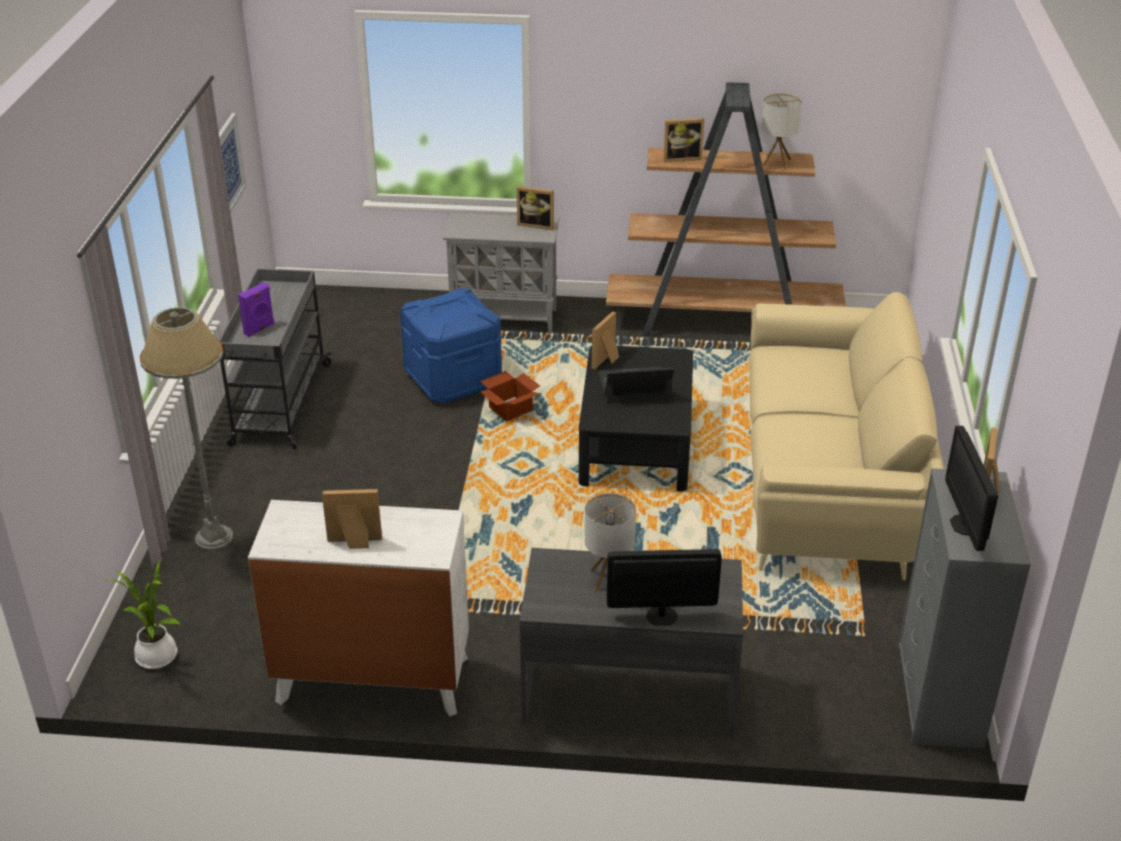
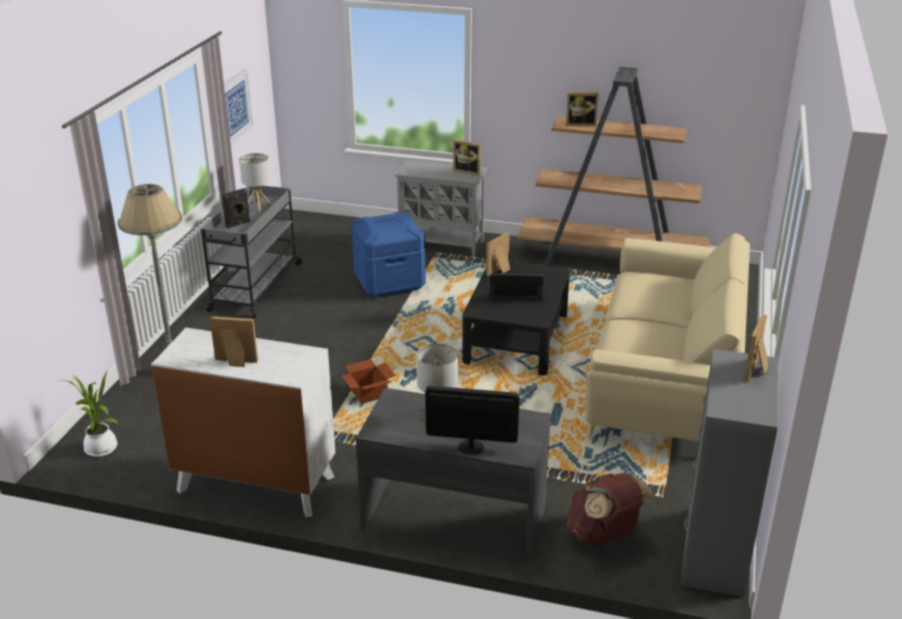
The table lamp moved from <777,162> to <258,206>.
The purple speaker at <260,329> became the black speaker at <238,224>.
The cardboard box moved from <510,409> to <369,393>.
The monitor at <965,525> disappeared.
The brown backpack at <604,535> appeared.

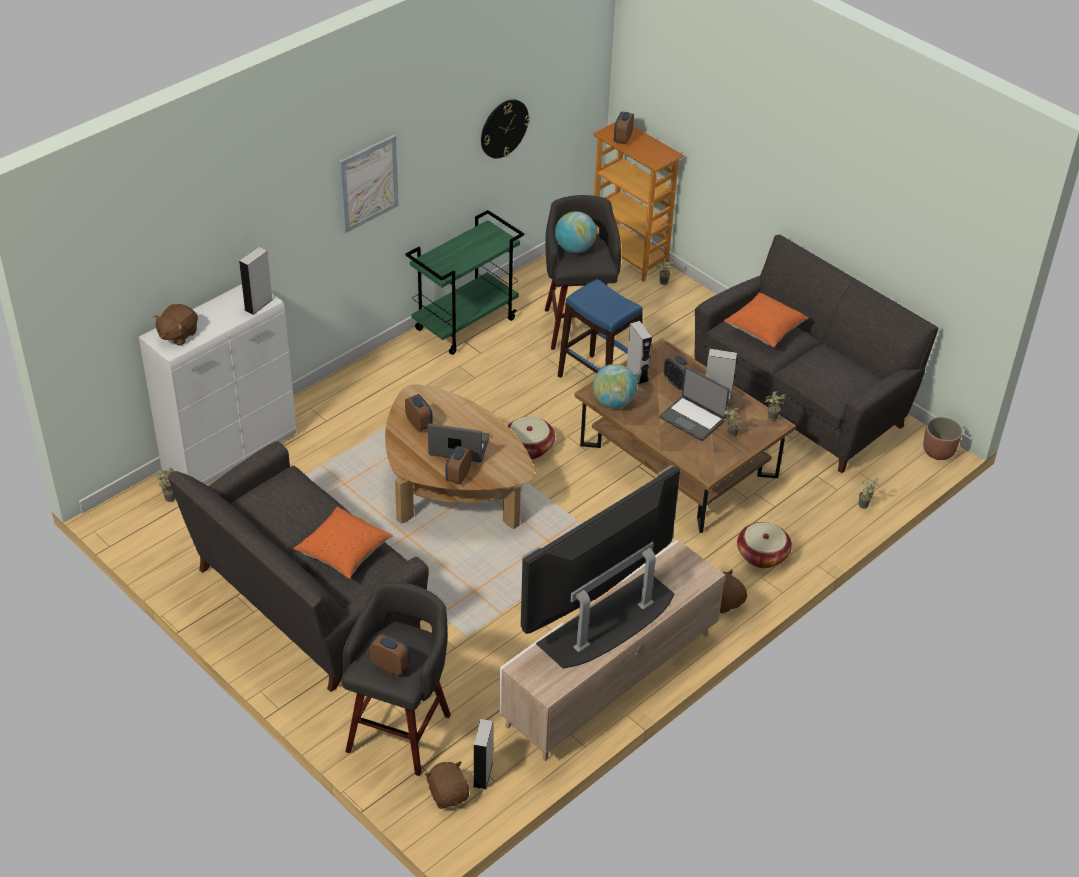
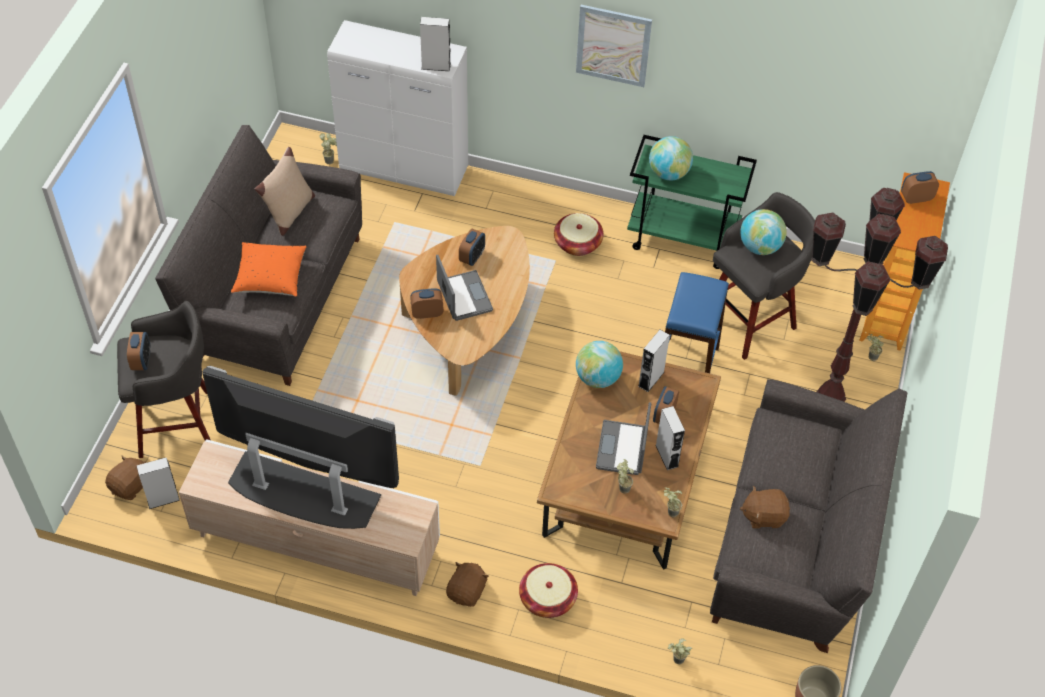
The wall clock at <504,128> disappeared.
The orange pillow at <764,330> disappeared.
The brown plush toy moved from <177,335> to <764,515>.
The basket moved from <529,447> to <577,243>.
The globe at <668,173> appeared.
The beige pillow at <289,213> appeared.
The brown floor lamp at <831,396> appeared.

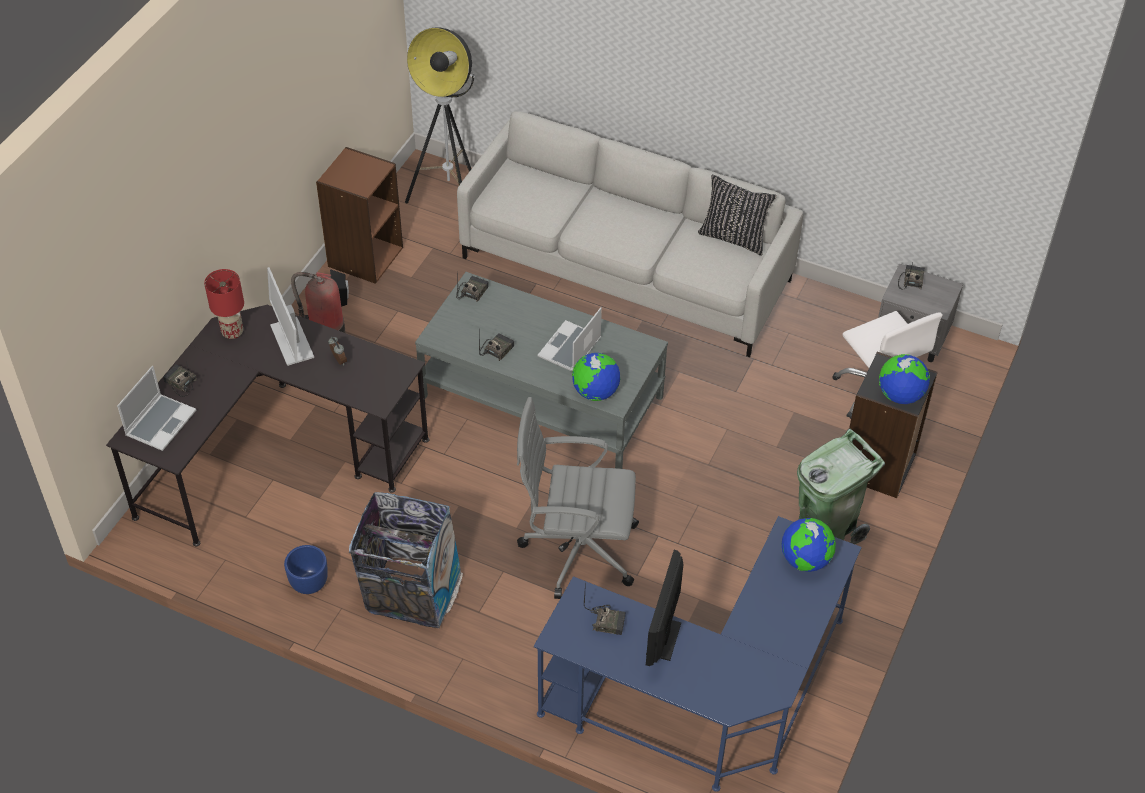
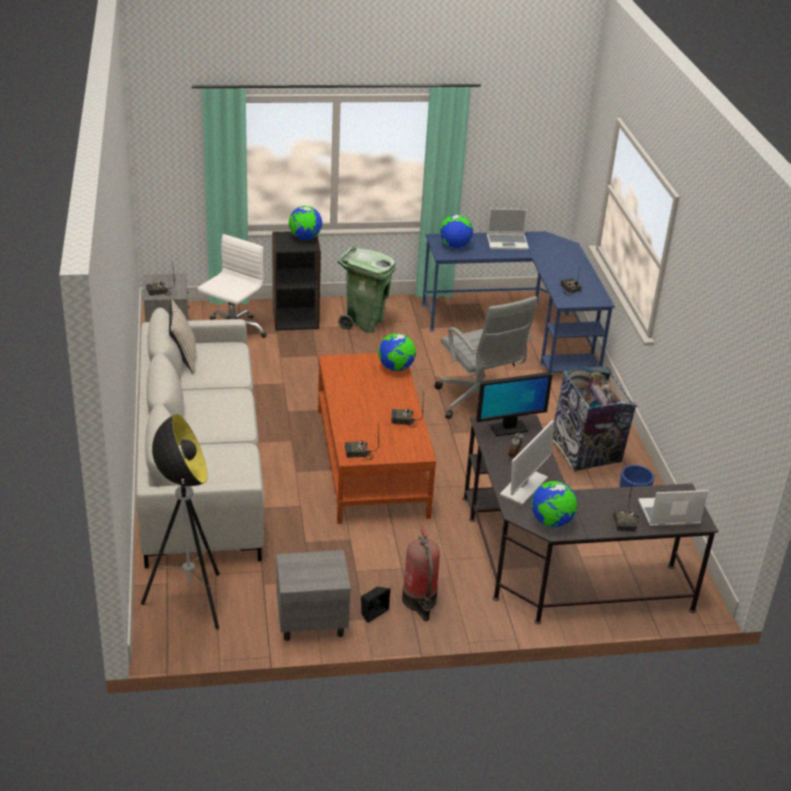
The brown bookcase at <364,256> was replaced by the grey nightstand at <310,622>.
The black pillow at <734,237> became the beige pillow at <183,358>.
The red table lamp at <232,332> was replaced by the globe at <551,522>.
The grey coffee table at <542,397> became the brown coffee table at <371,461>.
The laptop moved from <570,348> to <507,242>.
The monitor moved from <663,638> to <508,428>.

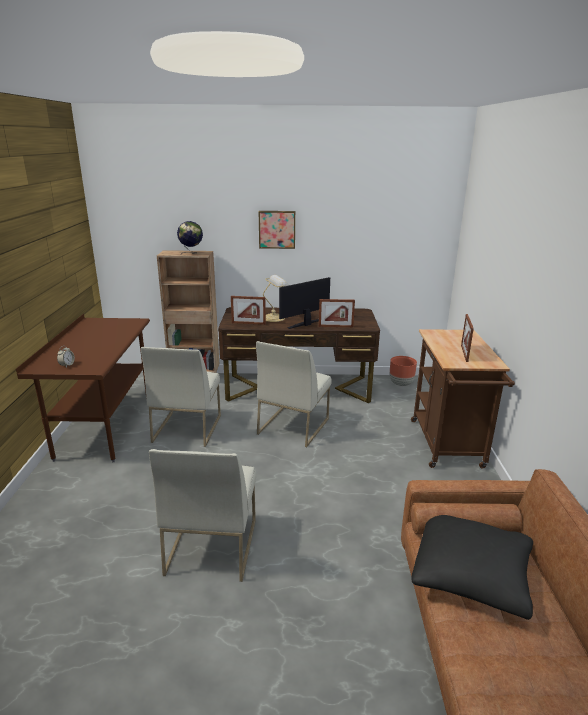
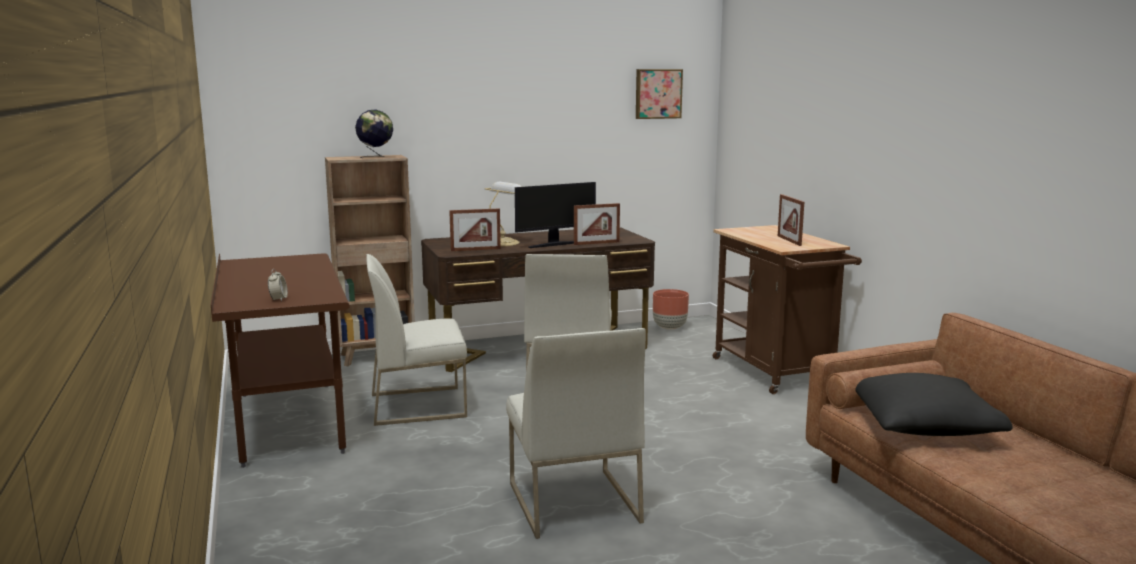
The picture moved from <277,229> to <657,94>.
The monitor at <306,324> turned 150 degrees counterclockwise.
The white chair at <187,428> turned 90 degrees clockwise.

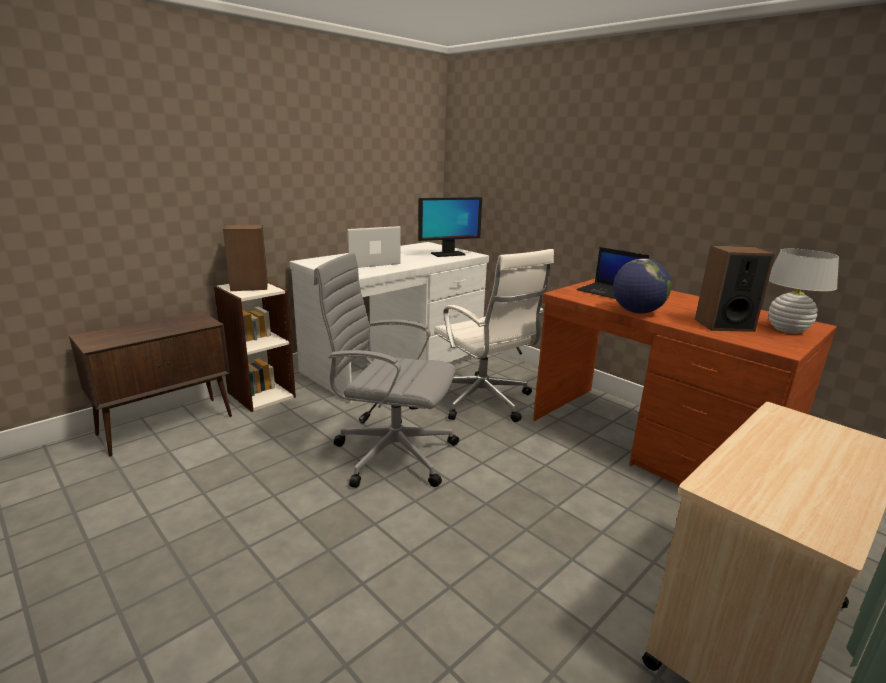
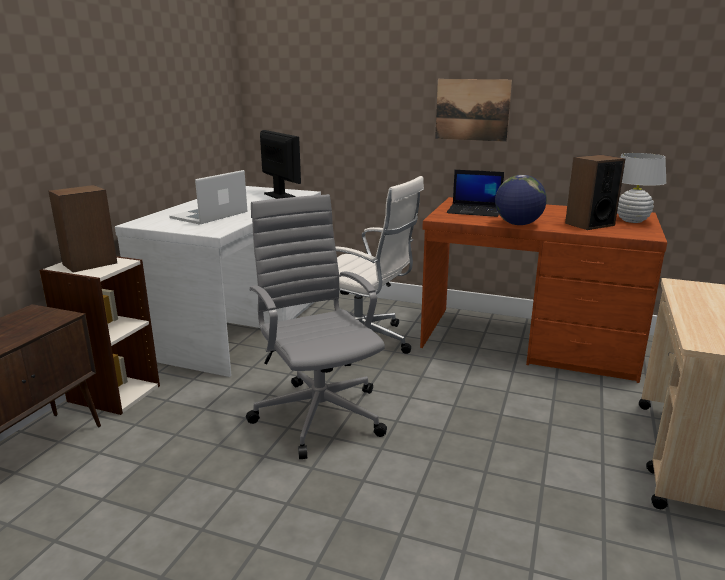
The monitor at <447,254> turned 75 degrees counterclockwise.
The grey office chair at <391,453> turned 75 degrees clockwise.
The picture at <472,110> appeared.

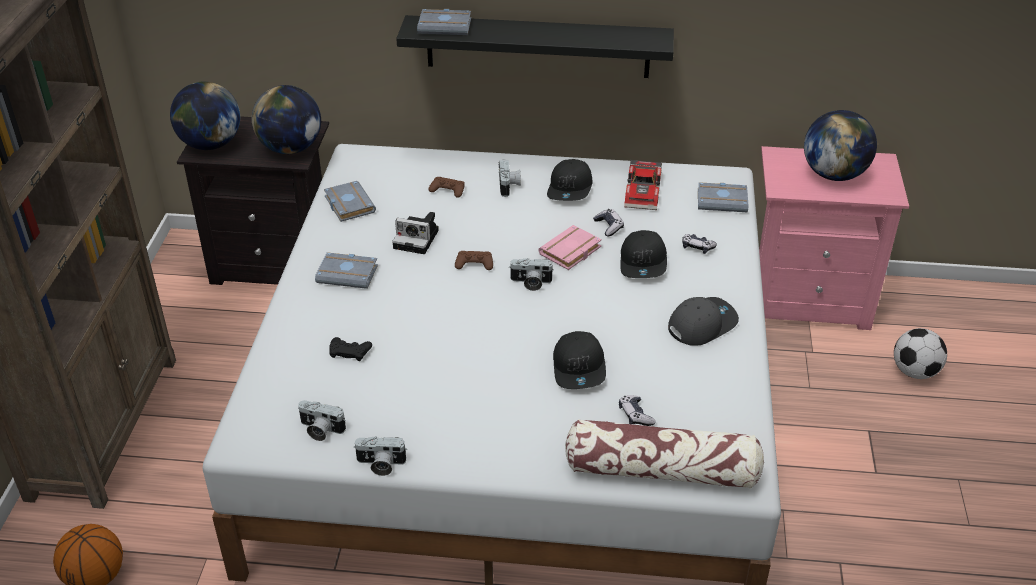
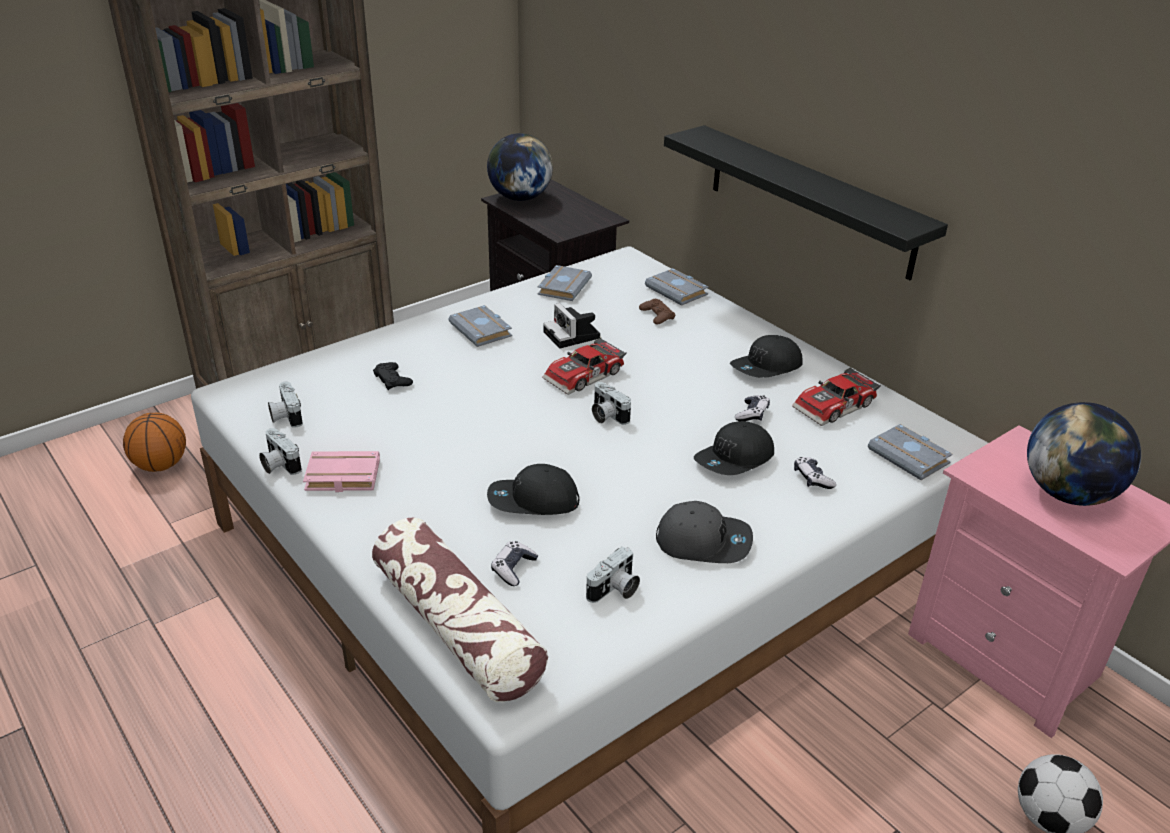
The grey book moved from <446,26> to <678,291>.
The globe at <291,148> disappeared.
The photo camera moved from <509,186> to <614,590>.
The pink book moved from <570,252> to <341,477>.
The brown game controller at <474,264> was replaced by the toy car at <586,376>.
The black cap at <579,368> turned 45 degrees clockwise.

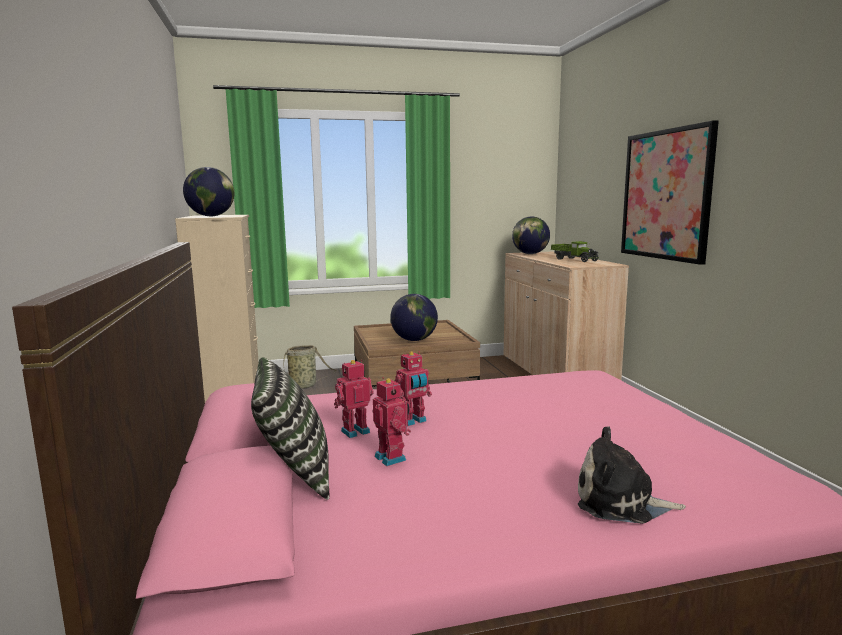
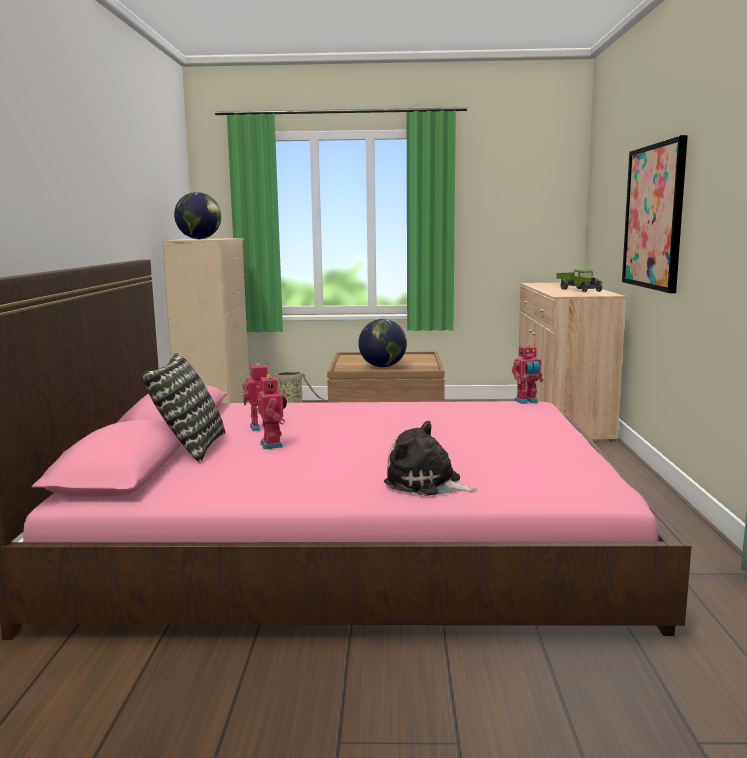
The globe at <530,254> disappeared.
The toy robot moved from <413,421> to <526,401>.

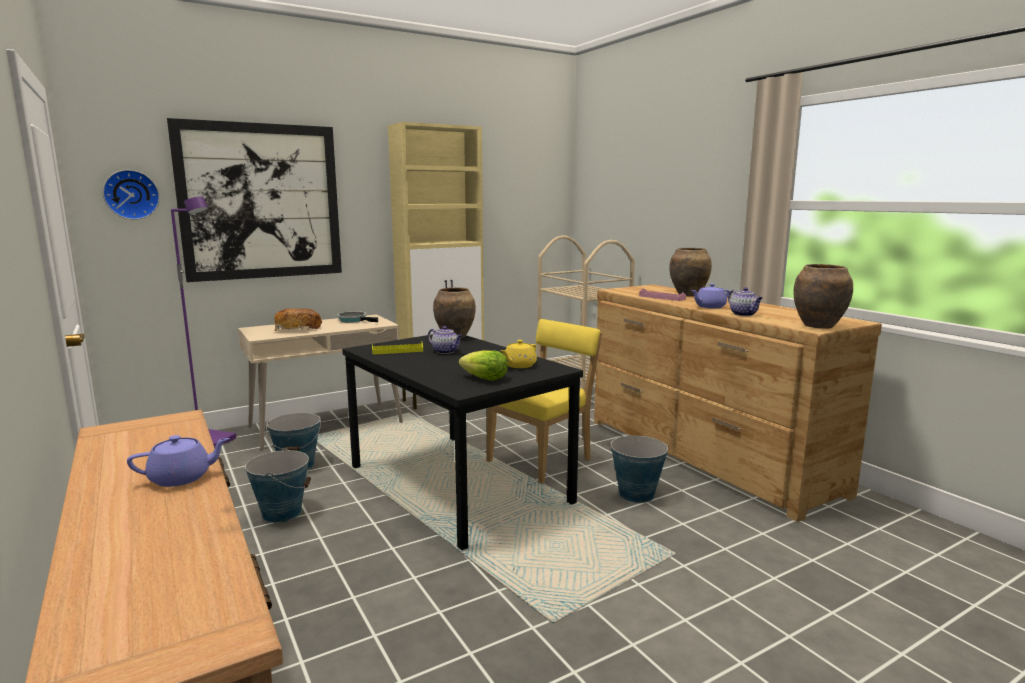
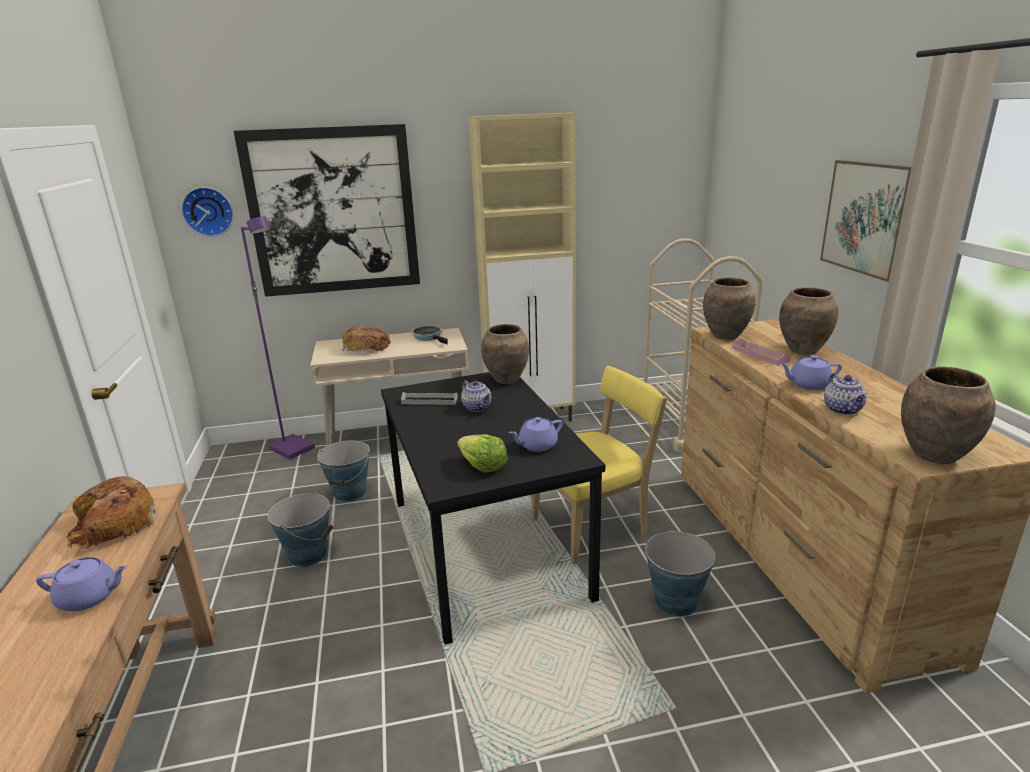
The yellow teapot at <519,366> became the purple teapot at <537,445>.
The yellow tray at <397,351> became the grey tray at <429,401>.
The picture at <867,218> appeared.
The brown vase at <726,336> appeared.
The bread at <112,526> appeared.

